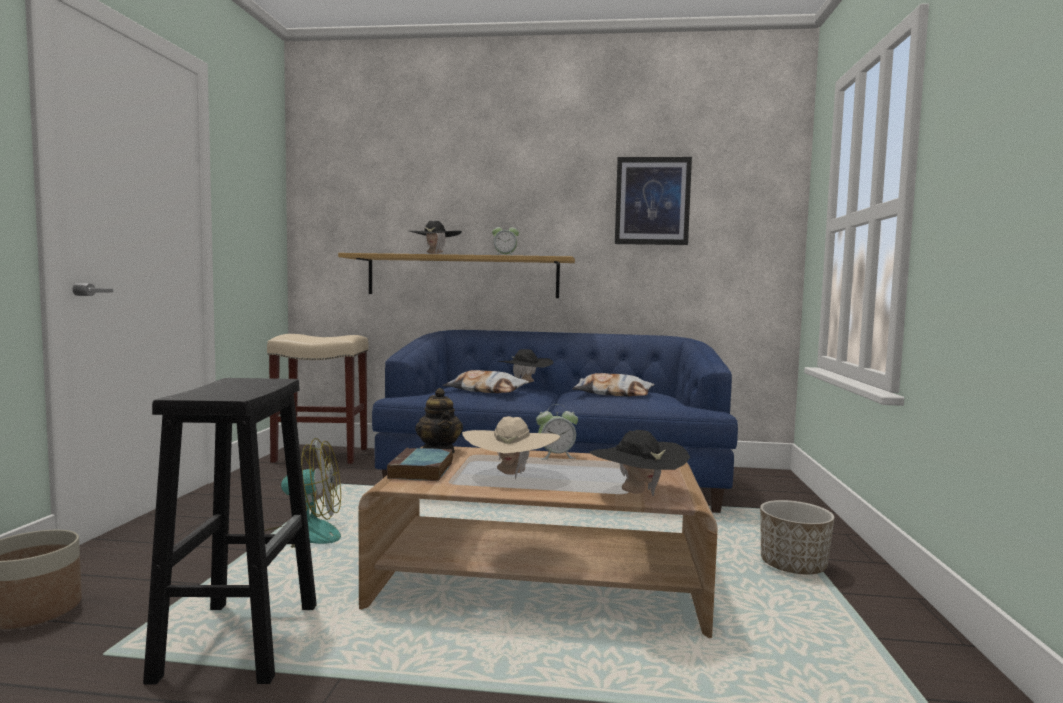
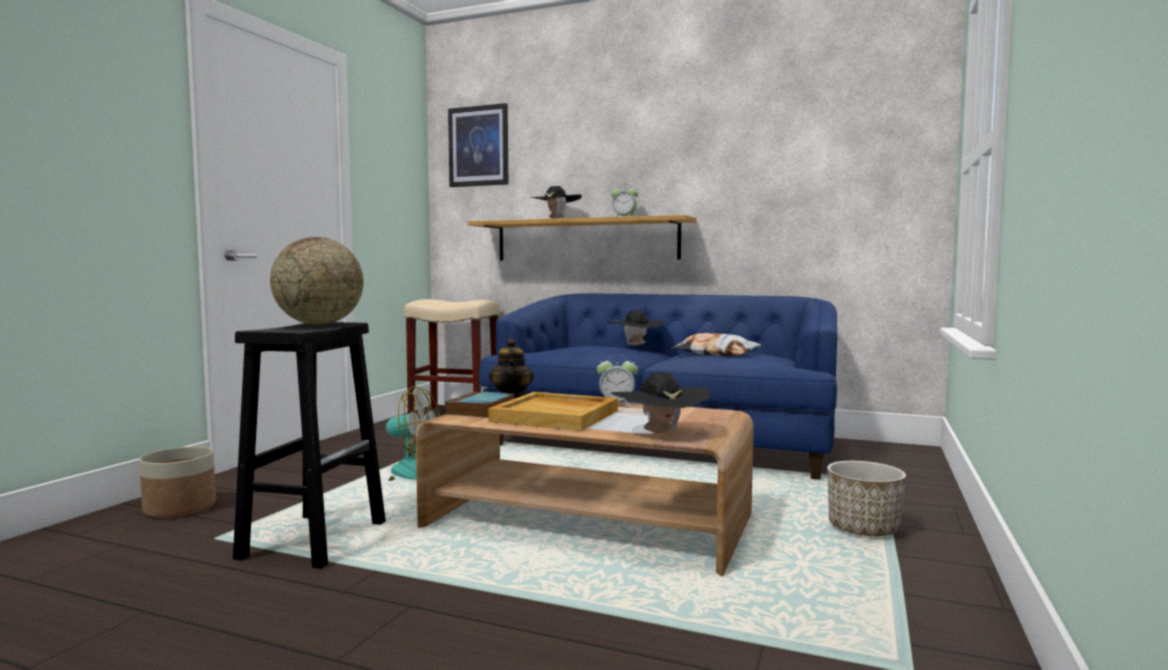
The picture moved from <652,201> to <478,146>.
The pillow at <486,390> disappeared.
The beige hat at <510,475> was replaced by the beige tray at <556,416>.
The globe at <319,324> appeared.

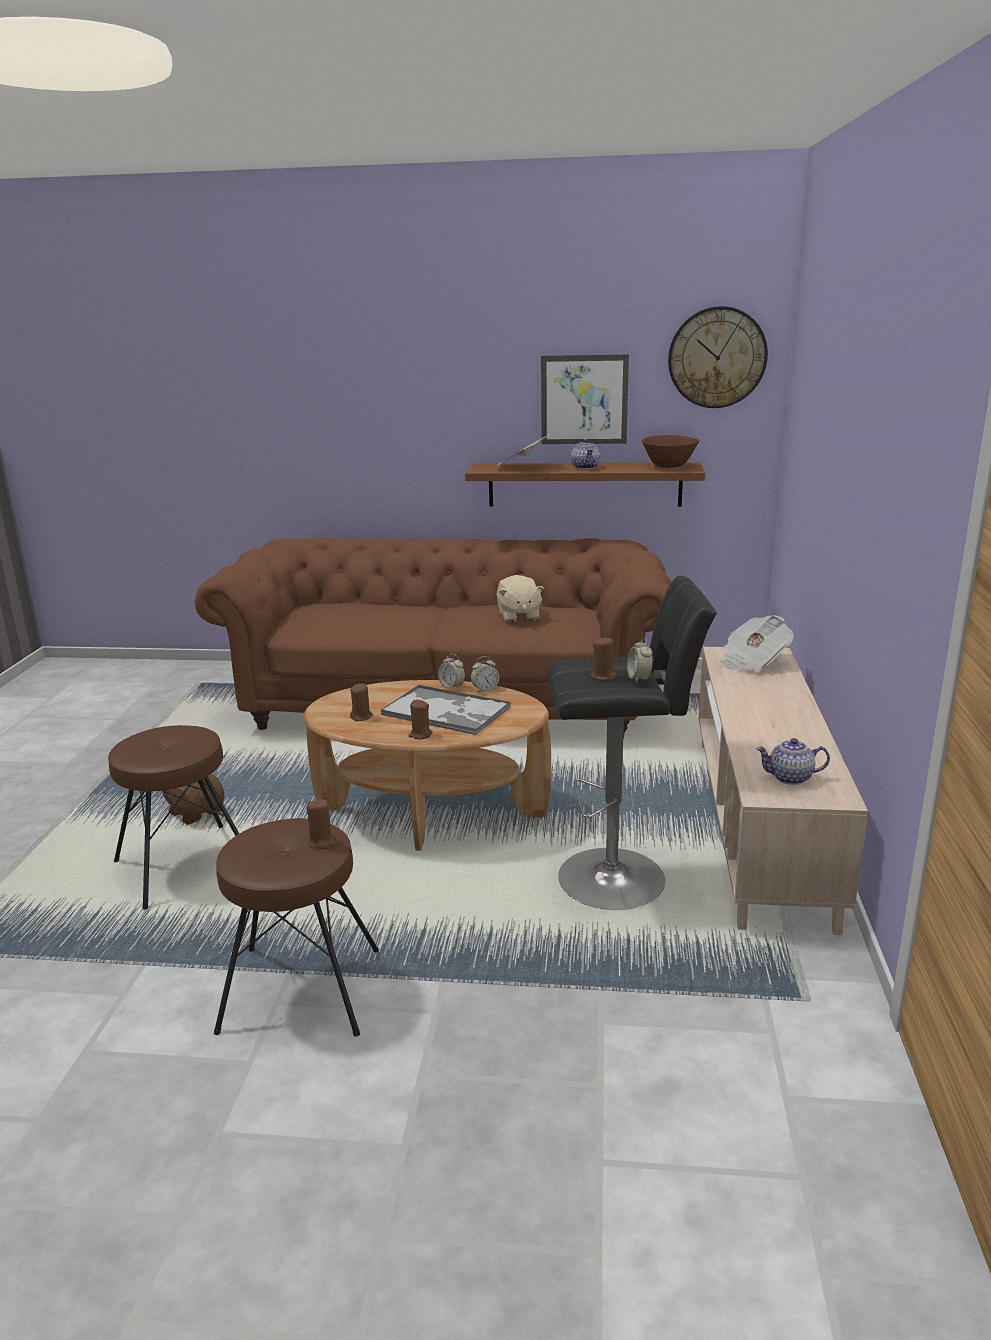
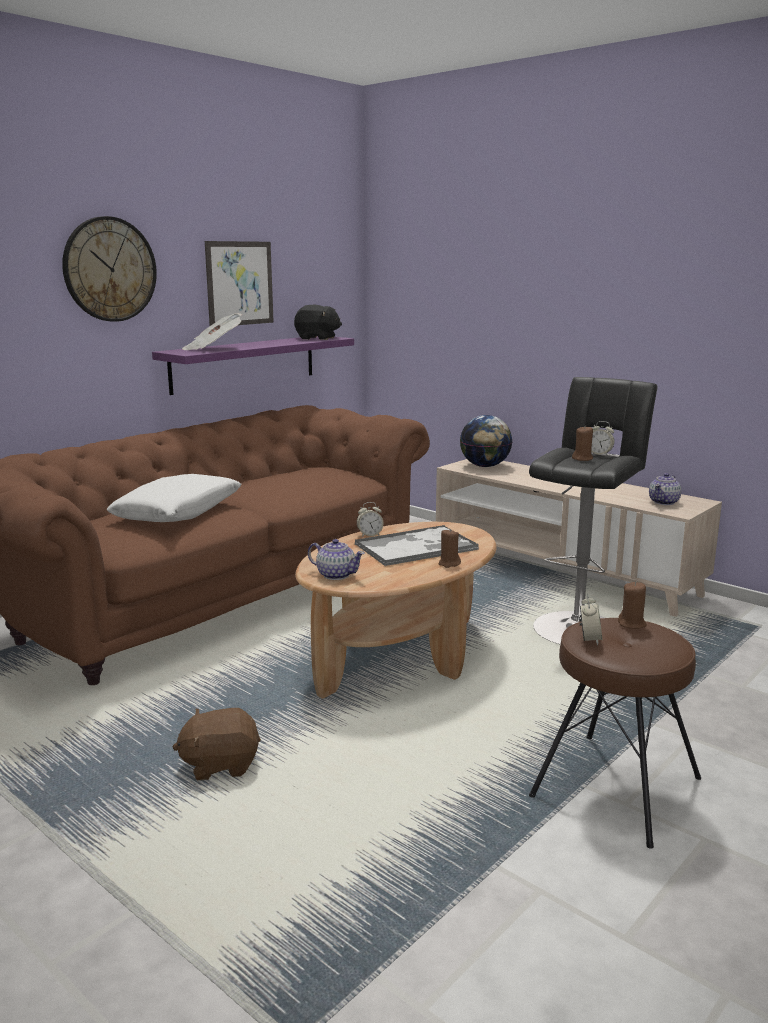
The wall clock moved from <717,357> to <109,269>.
The brown bowl at <669,467> was replaced by the black plush toy at <317,338>.
The teapot moved from <585,467> to <336,575>.
The brown shelf at <584,484> became the purple shelf at <244,363>.
The beige plush toy at <518,616> disappeared.
The newspaper at <752,662> was replaced by the globe at <484,466>.
The alarm clock moved from <485,690> to <589,639>.
The brown candle at <361,717> disappeared.
The brown stool at <184,865> disappeared.
The white pillow at <178,512> appeared.

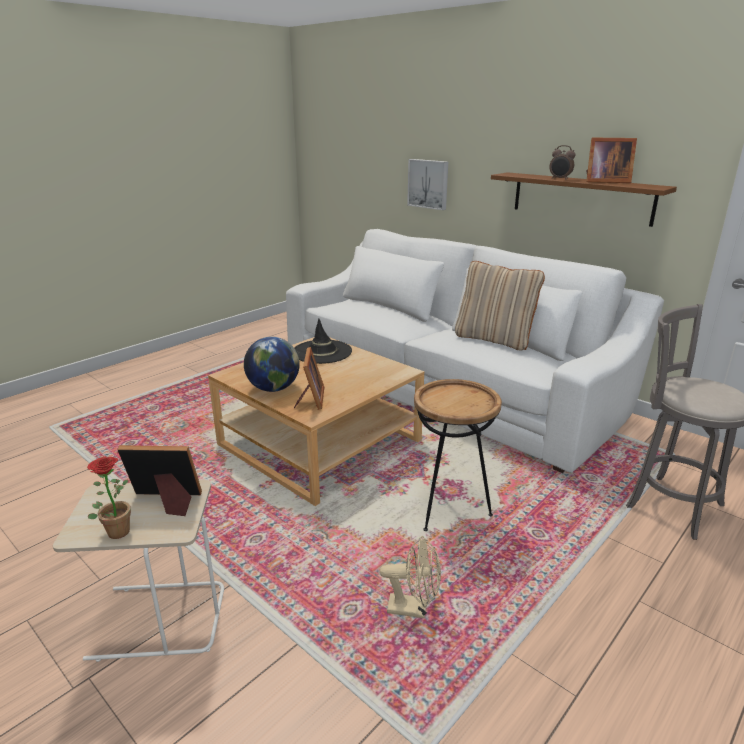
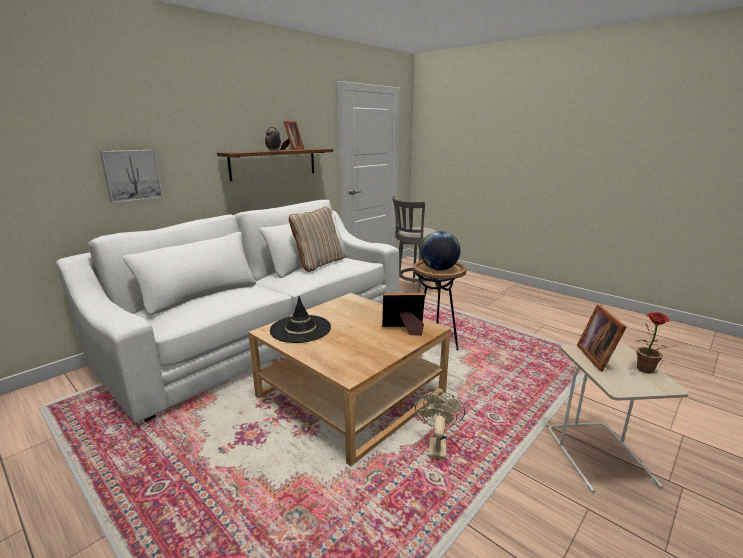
The globe moved from <273,388> to <439,269>.
The beige fan moved from <413,608> to <437,445>.

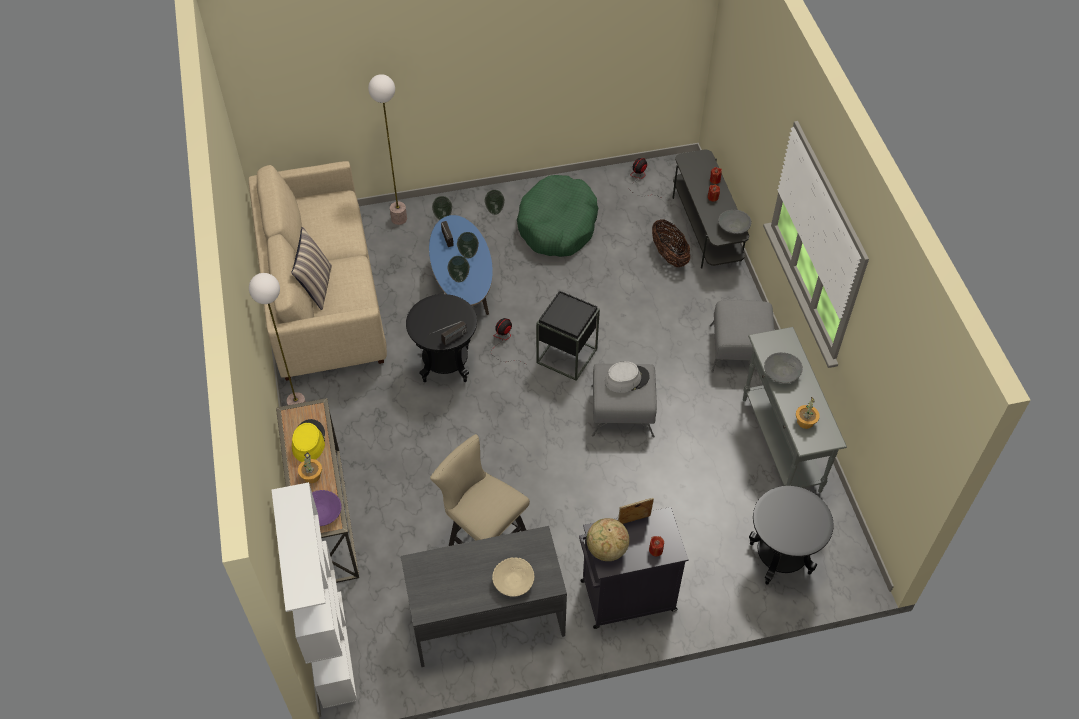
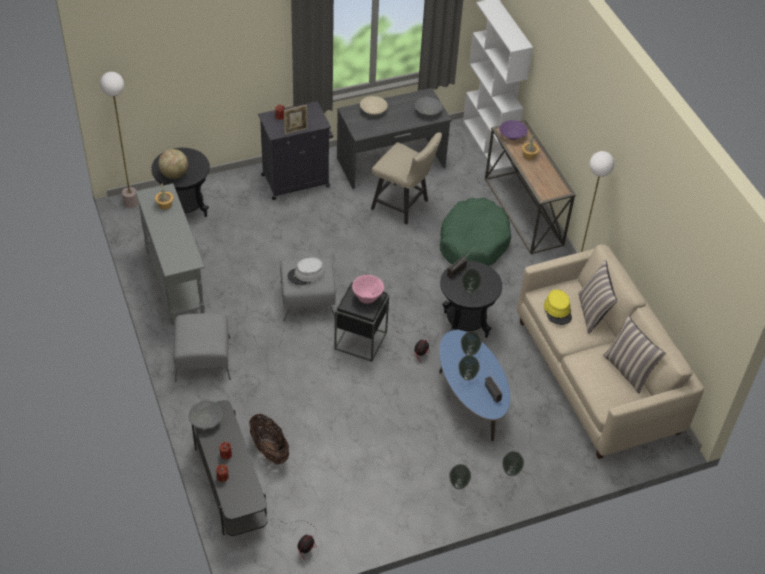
The floor lamp moved from <399,219> to <131,202>.
The green dog bed moved from <557,225> to <473,241>.
The grey bowl moved from <781,373> to <428,112>.
The yellow hat moved from <308,441> to <558,311>.
The globe moved from <606,550> to <174,174>.
The vase at <470,290> appeared.
The pink bowl at <367,298> appeared.
The pillow at <628,370> appeared.

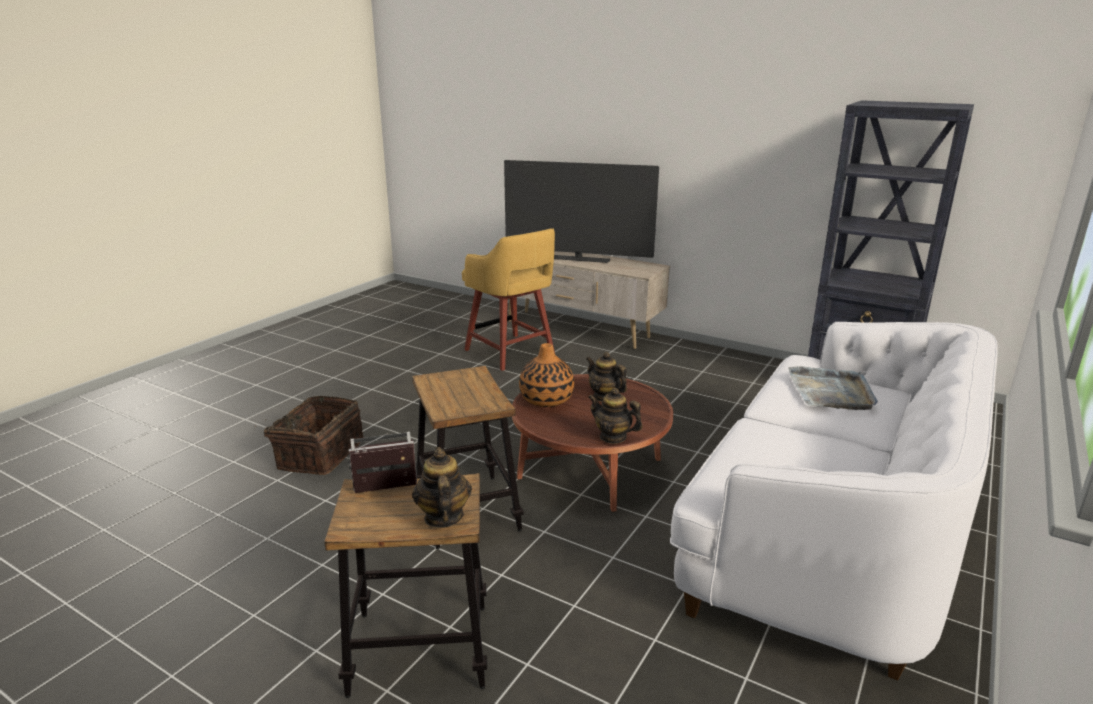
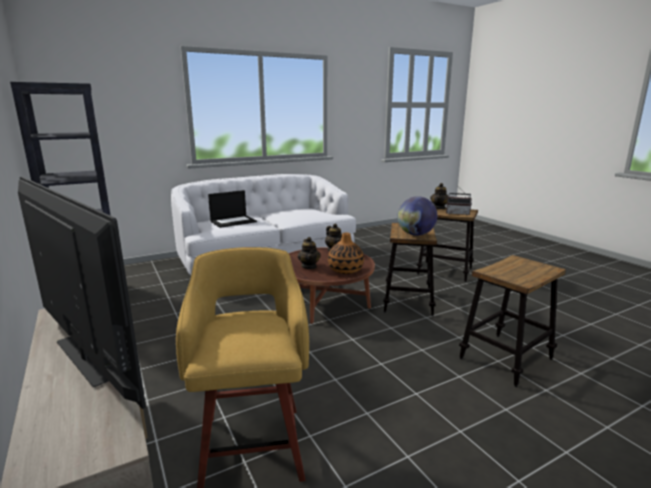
The grey tray at <831,392> was replaced by the laptop at <233,221>.
The basket at <318,455> was replaced by the stool at <505,359>.
The globe at <415,234> appeared.

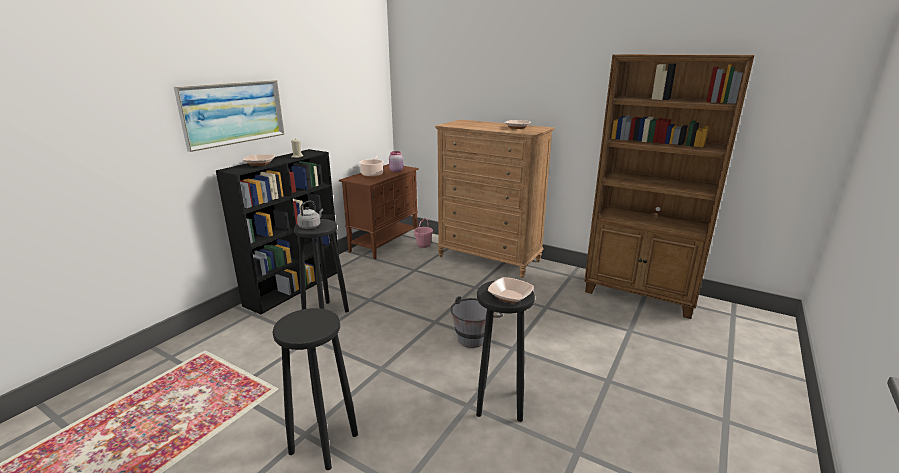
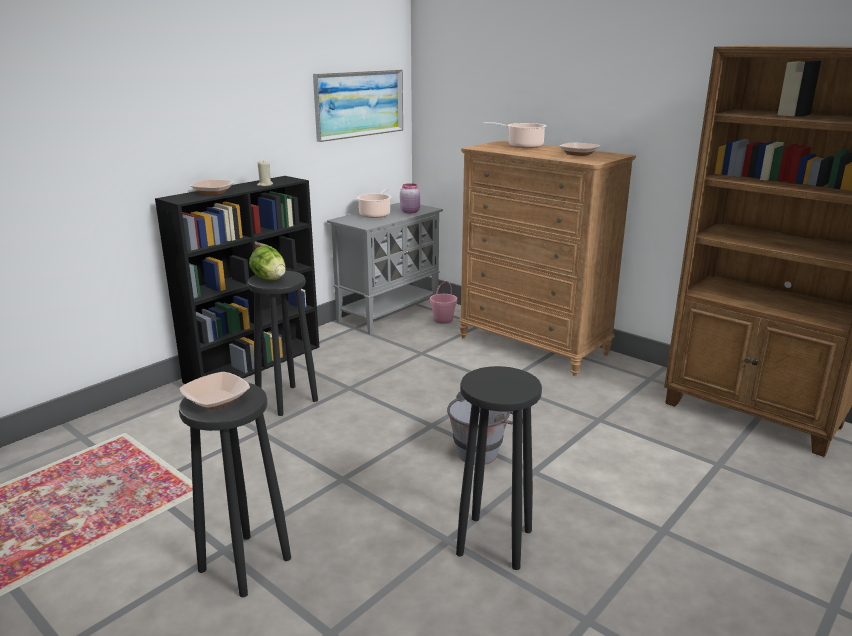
The picture moved from <233,113> to <359,104>.
The brown cabinet at <384,243> became the grey cabinet at <389,313>.
The grey kettle at <310,226> was replaced by the lettuce at <269,279>.
The bowl moved from <510,296> to <216,399>.
The cooking pot at <522,146> appeared.

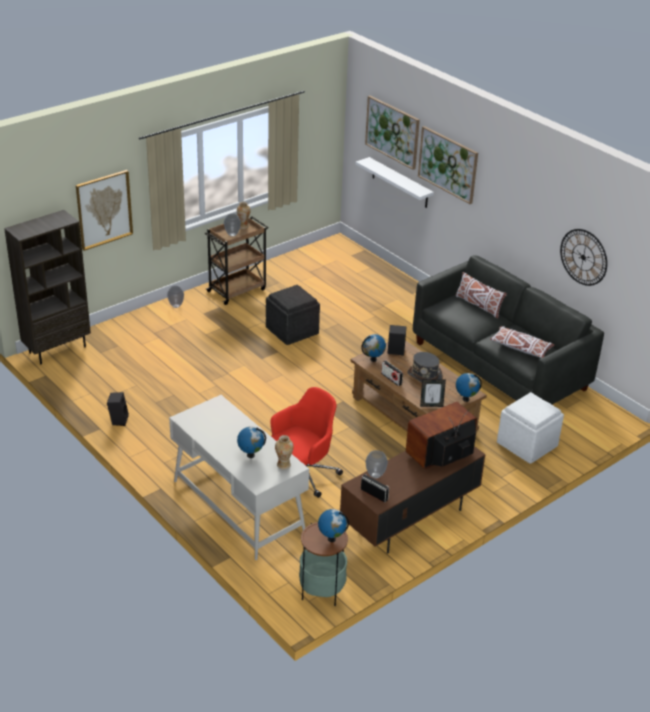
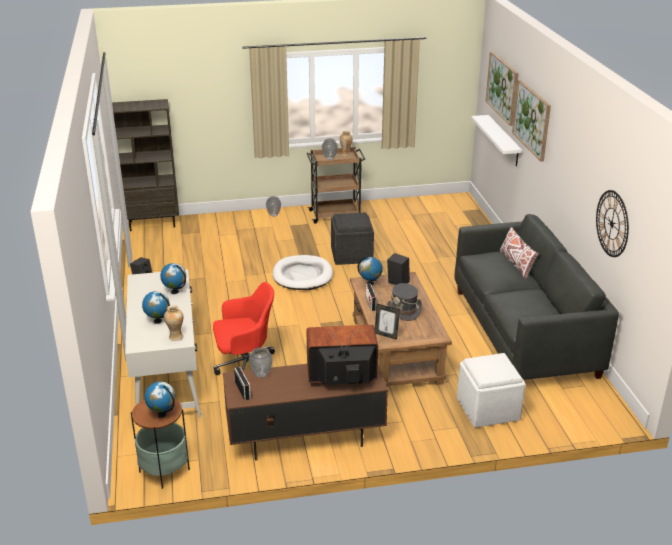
The picture at <104,209> disappeared.
The white pillow at <520,348> disappeared.
The globe moved from <465,399> to <175,292>.
The white dog bed at <302,275> appeared.

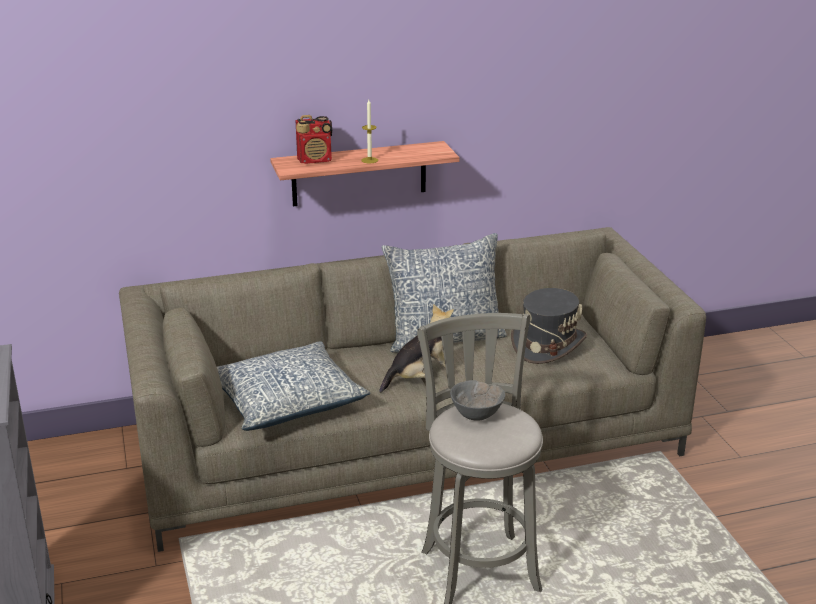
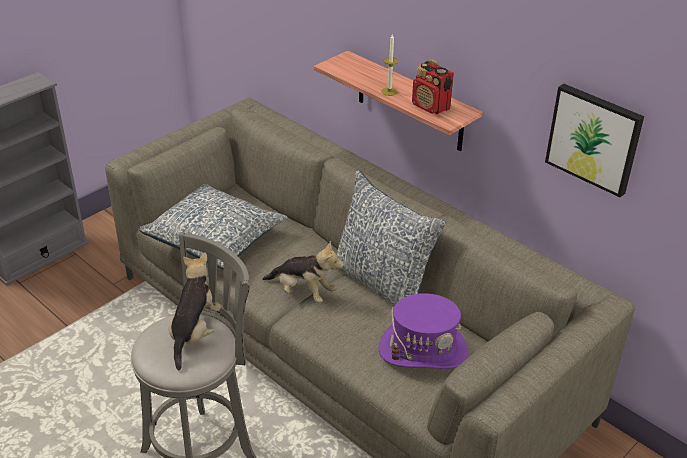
The radio moved from <315,160> to <431,107>.
The grey hat at <548,344> became the purple hat at <423,350>.
The grey bowl at <477,416> was replaced by the plush toy at <194,333>.
The picture at <594,138> appeared.

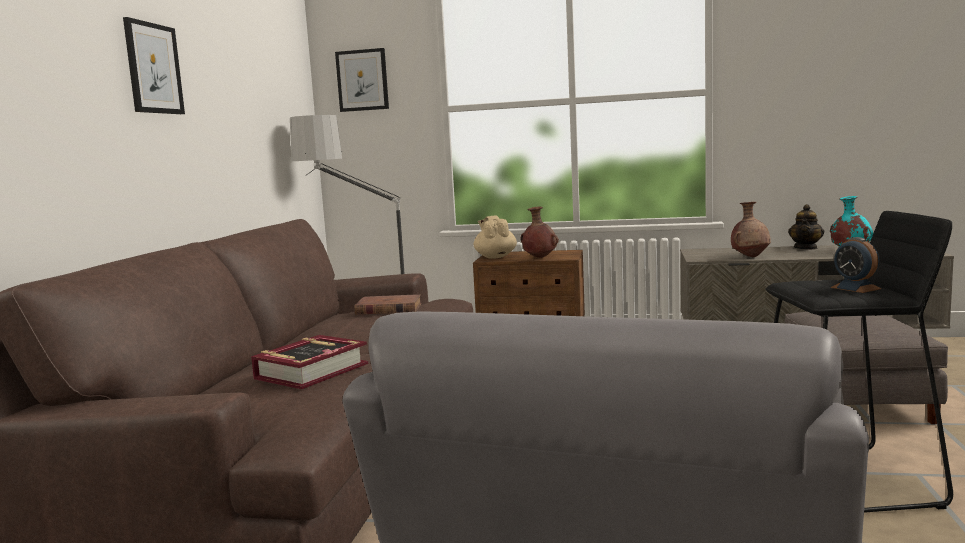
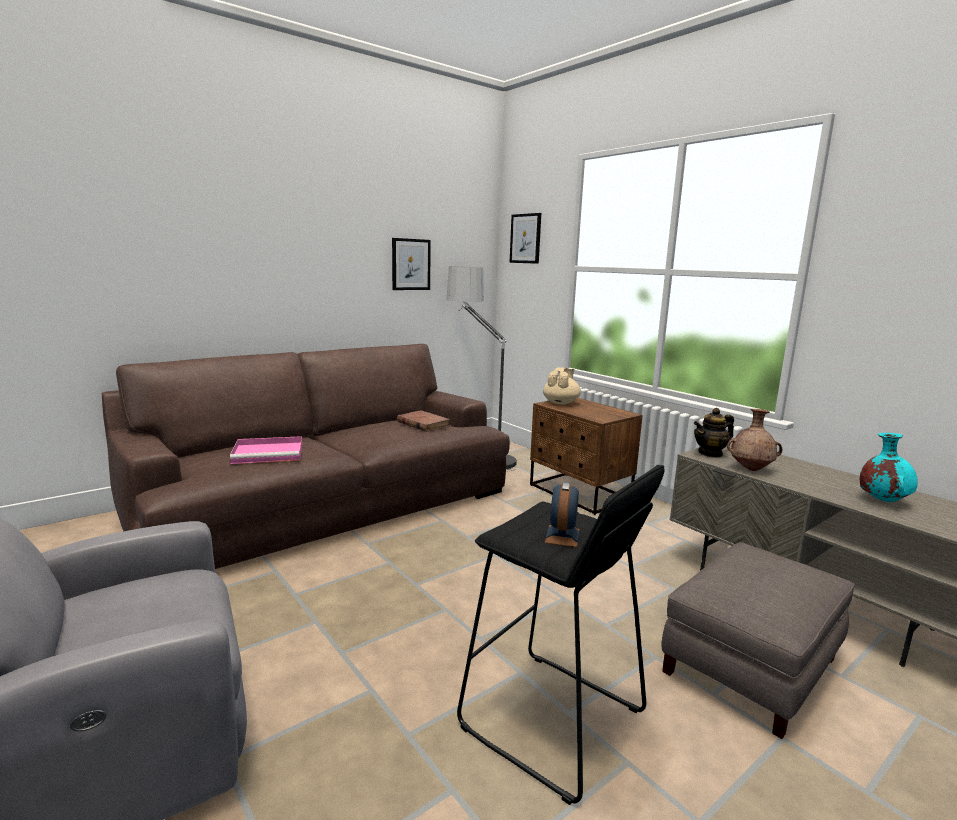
The picture moved from <153,68> to <411,264>.
The teapot moved from <806,248> to <710,453>.
The brown vase at <539,258> disappeared.
The book at <311,371> was replaced by the pink tray at <270,453>.

